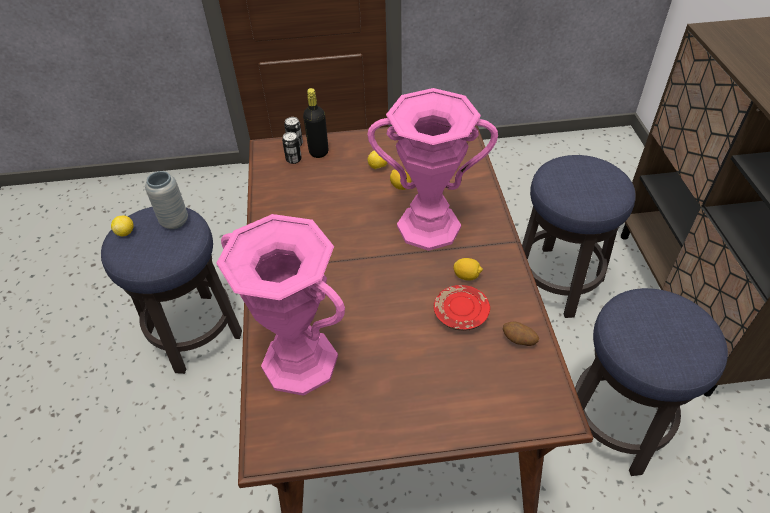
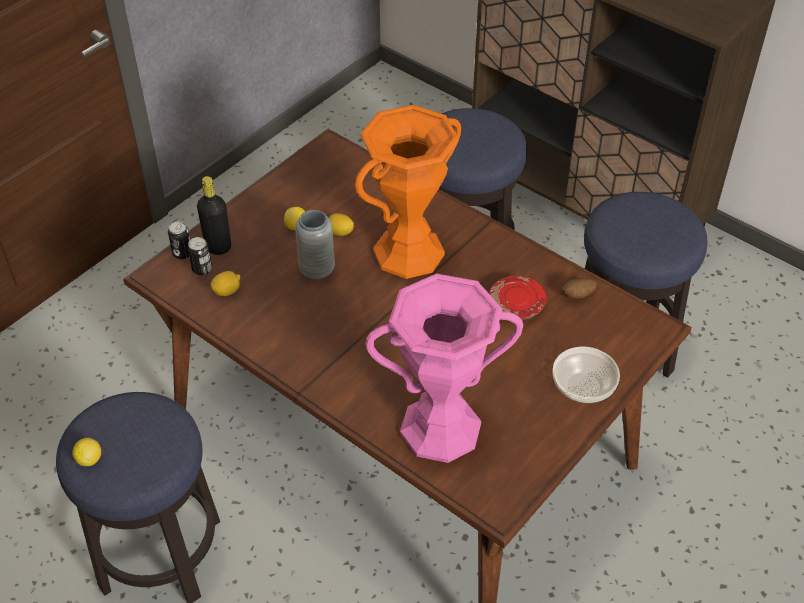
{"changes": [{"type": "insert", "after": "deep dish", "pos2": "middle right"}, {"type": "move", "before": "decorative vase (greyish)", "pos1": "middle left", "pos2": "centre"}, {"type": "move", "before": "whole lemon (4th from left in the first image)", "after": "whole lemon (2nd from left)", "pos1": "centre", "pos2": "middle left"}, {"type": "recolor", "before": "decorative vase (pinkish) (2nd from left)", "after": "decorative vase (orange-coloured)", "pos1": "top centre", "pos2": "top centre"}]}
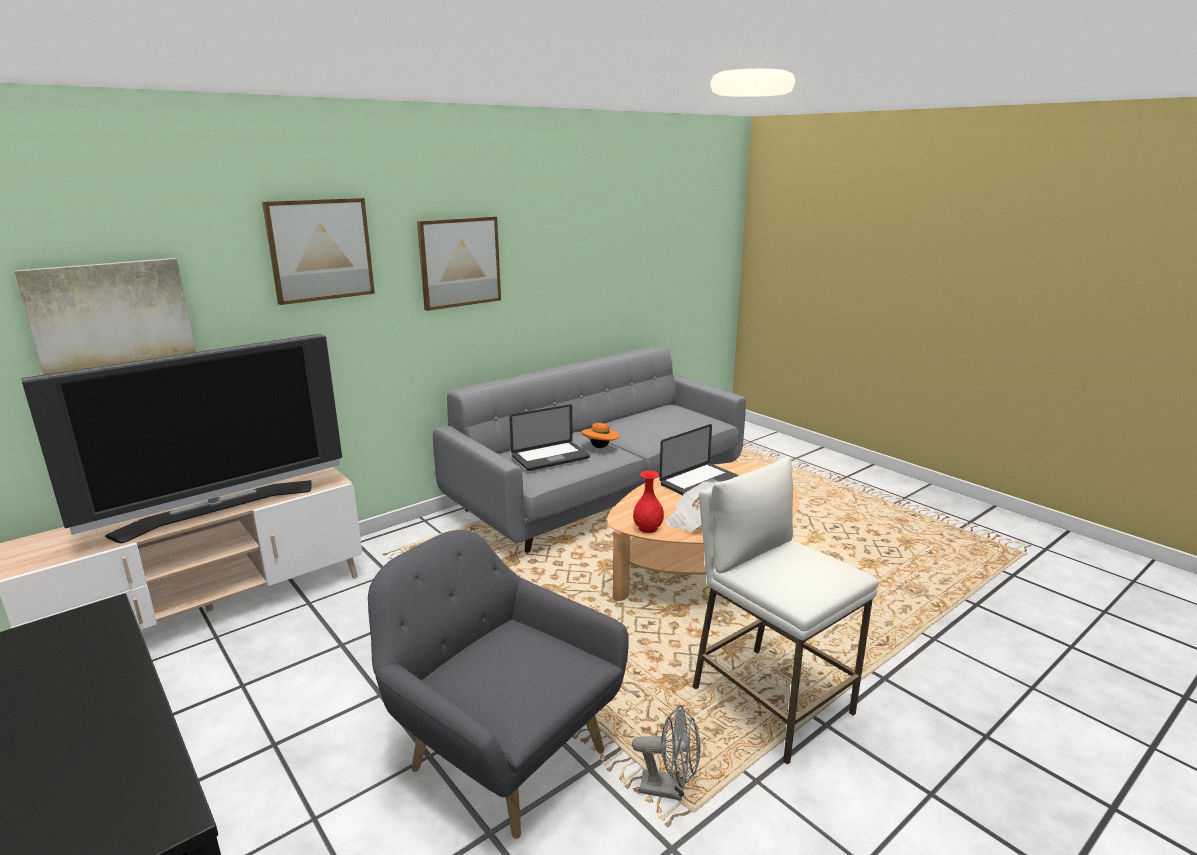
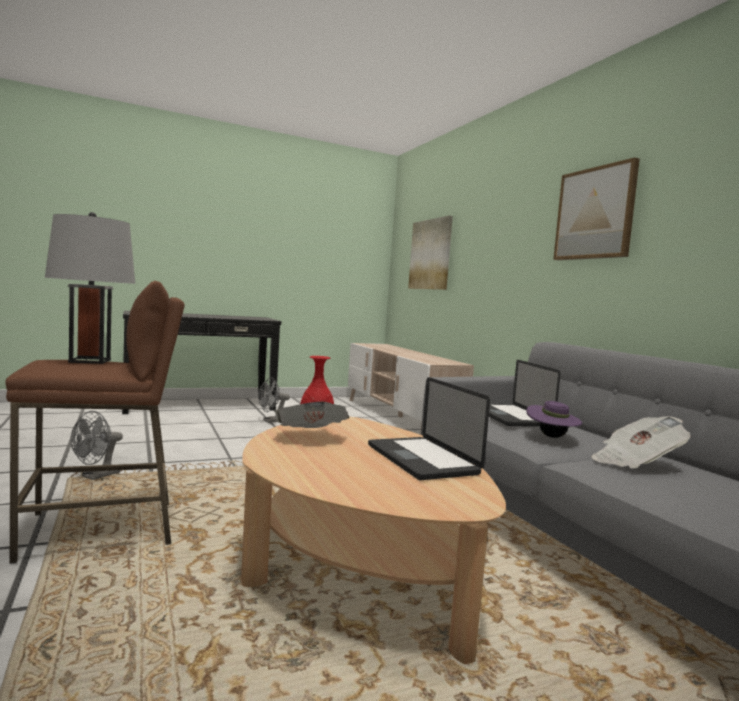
{"changes": [{"type": "delete", "before": "television", "pos1": "middle left"}, {"type": "delete", "before": "picture (2nd from left)", "pos1": "top left"}, {"type": "delete", "before": "armchair (greyish)", "pos1": "bottom centre"}, {"type": "insert", "after": "lamp for a table (greyish)", "pos2": "middle left"}, {"type": "insert", "after": "electric fan (greyish) (2nd from left)", "pos2": "centre"}, {"type": "insert", "after": "daily paper (2nd from left)", "pos2": "middle right"}, {"type": "recolor", "before": "hat (orange-coloured)", "after": "hat (purplish)", "pos1": "centre", "pos2": "middle right"}, {"type": "recolor", "before": "stool seat (whitish)", "after": "stool seat (brown-coloured)", "pos1": "bottom centre", "pos2": "middle left"}]}
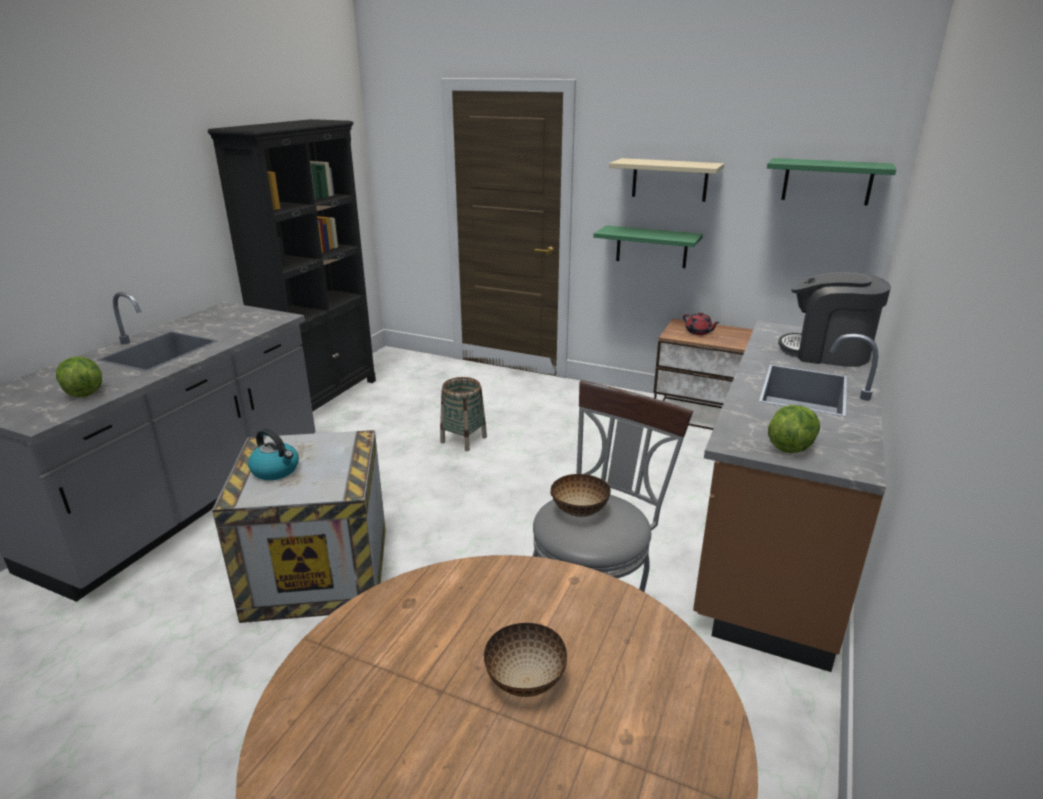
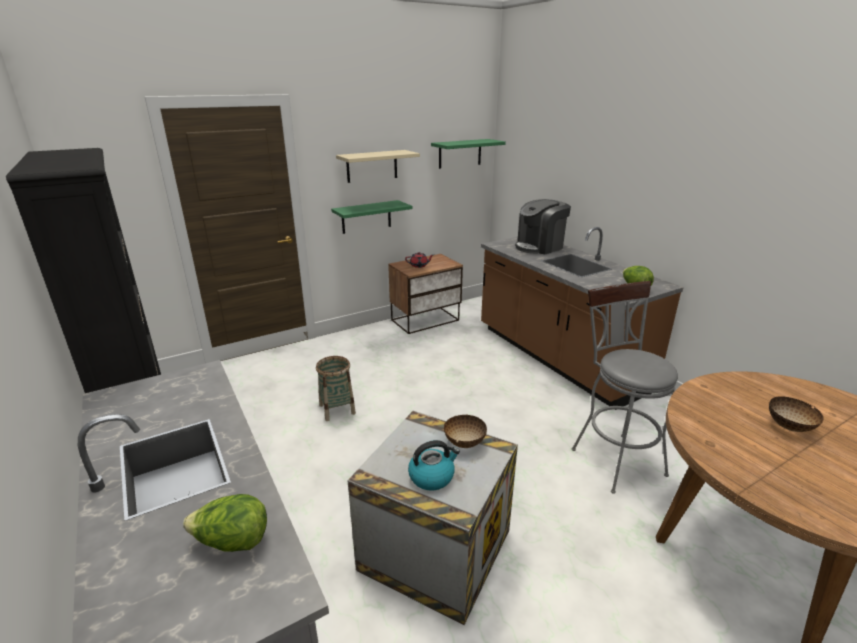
{"changes": [{"type": "move", "before": "deep dish (2nd from left in the first image)", "after": "deep dish (1st from left)", "pos1": "centre", "pos2": "bottom centre"}]}
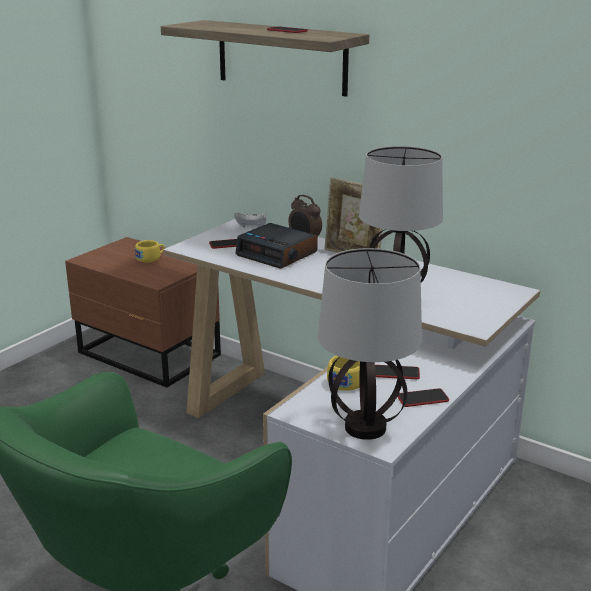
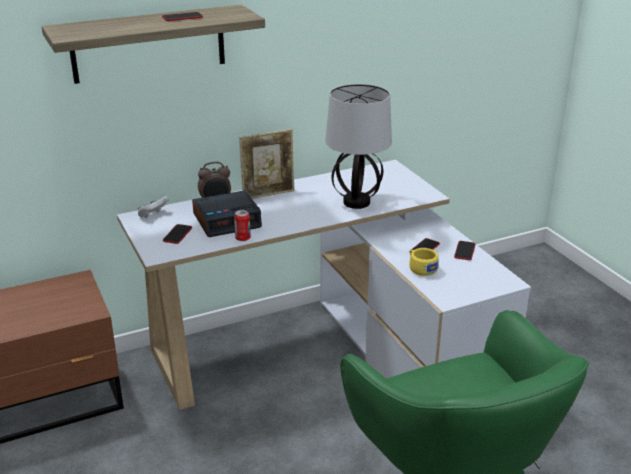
{"changes": [{"type": "delete", "before": "cup (yellow) (1st from left)", "pos1": "middle left"}, {"type": "delete", "before": "lamp for a table (1st from left)", "pos1": "centre"}, {"type": "insert", "after": "metal can", "pos2": "centre"}]}
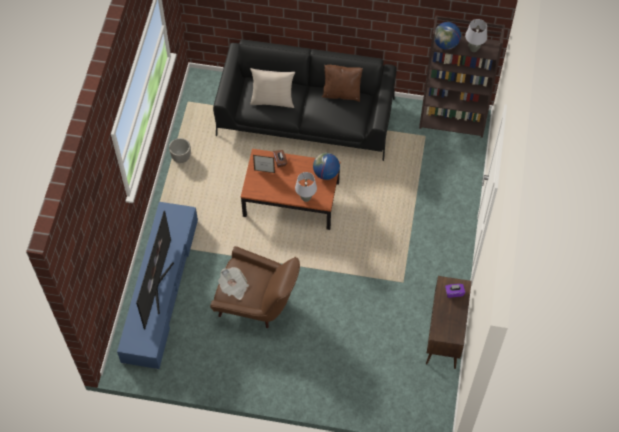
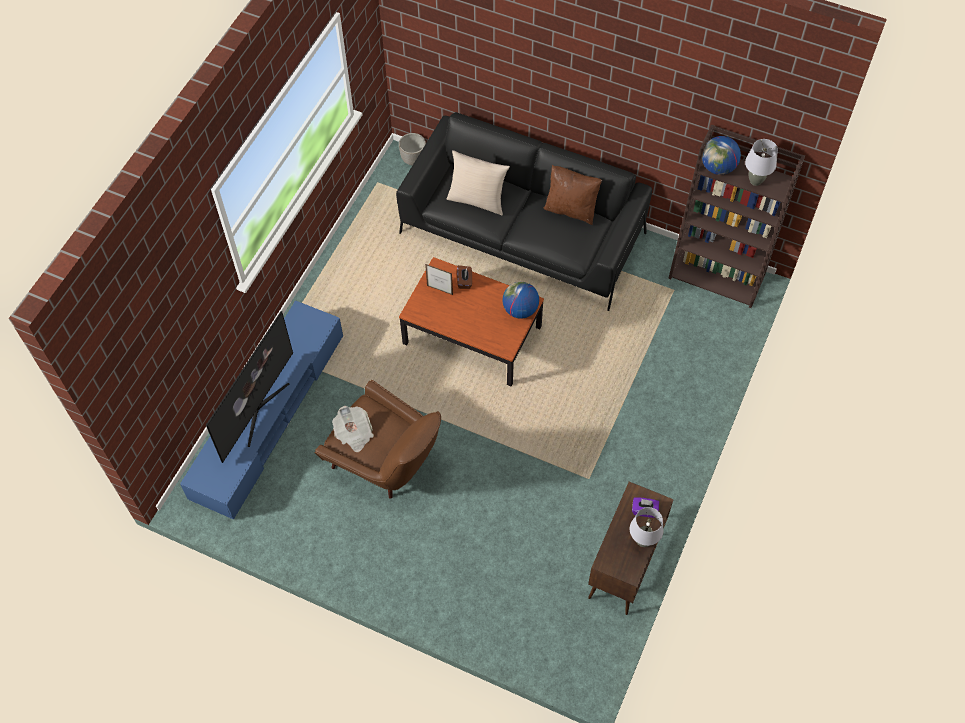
{"changes": [{"type": "move", "before": "planter", "pos1": "middle left", "pos2": "top centre"}, {"type": "move", "before": "lamp for a table (greyish) (1st from left)", "pos1": "centre", "pos2": "bottom right"}]}
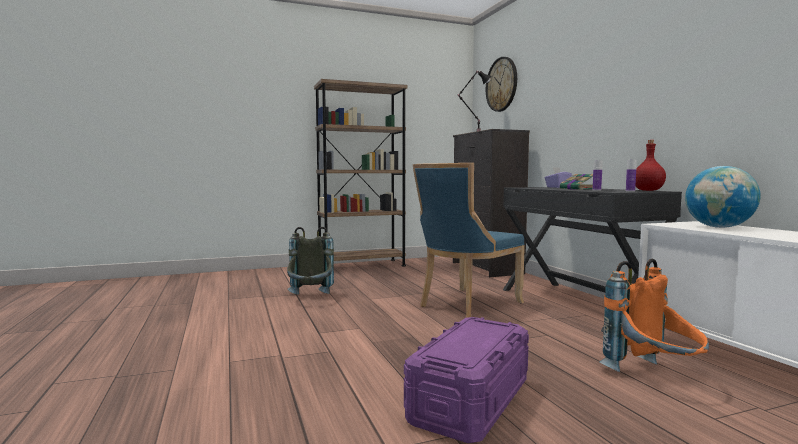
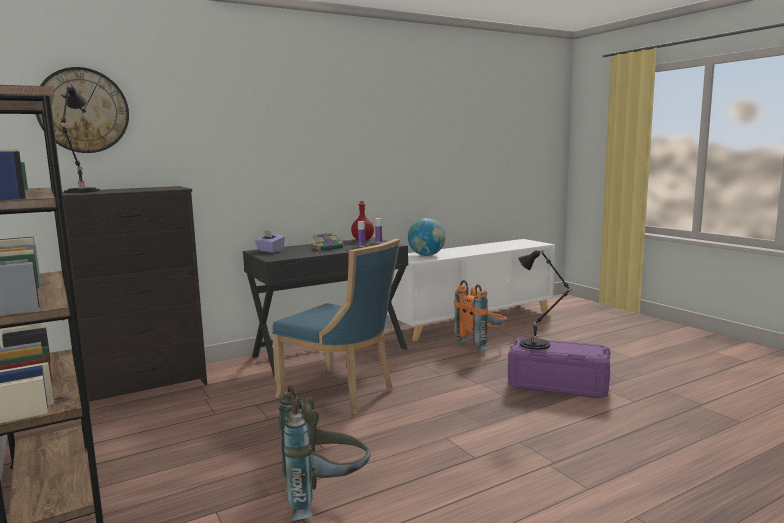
{"changes": [{"type": "insert", "after": "lamp for a table (black-coloured) (2nd from left)", "pos2": "middle right"}]}
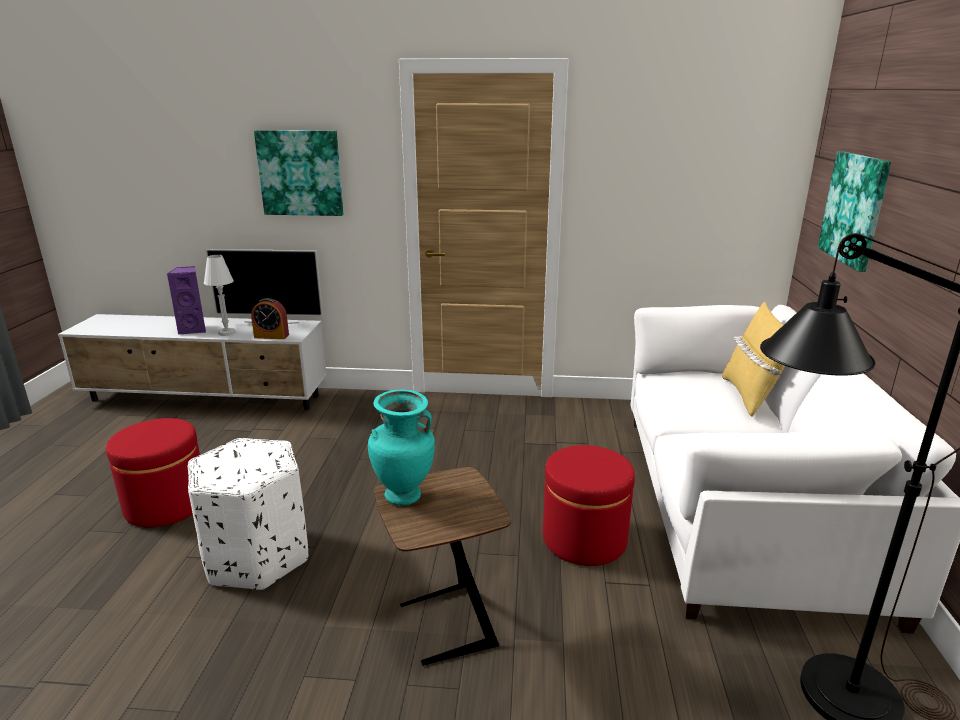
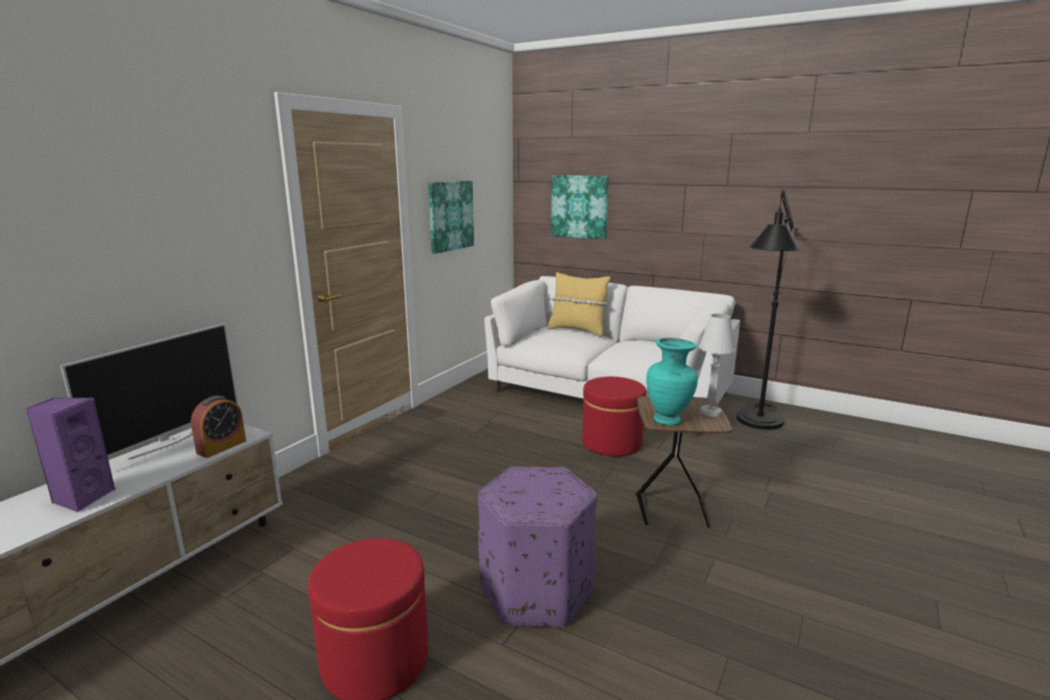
{"changes": [{"type": "move", "before": "lamp for a table (whitish)", "pos1": "middle left", "pos2": "middle right"}, {"type": "move", "before": "picture (1st from left)", "pos1": "top left", "pos2": "top centre"}, {"type": "recolor", "before": "ottoman (whitish)", "after": "ottoman (purplish)", "pos1": "bottom left", "pos2": "bottom centre"}]}
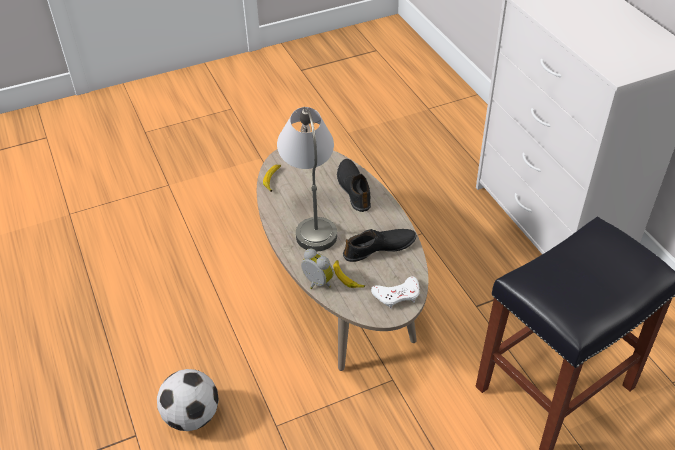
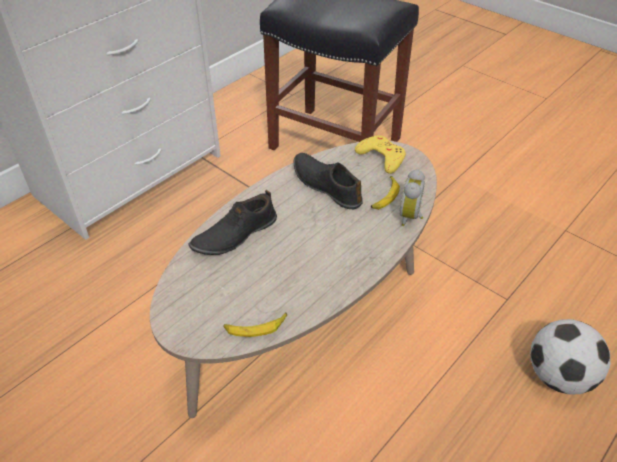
{"changes": [{"type": "delete", "before": "lamp for a table (greyish)", "pos1": "centre"}, {"type": "recolor", "before": "joypad (whitish)", "after": "joypad (yellow)", "pos1": "centre", "pos2": "centre"}]}
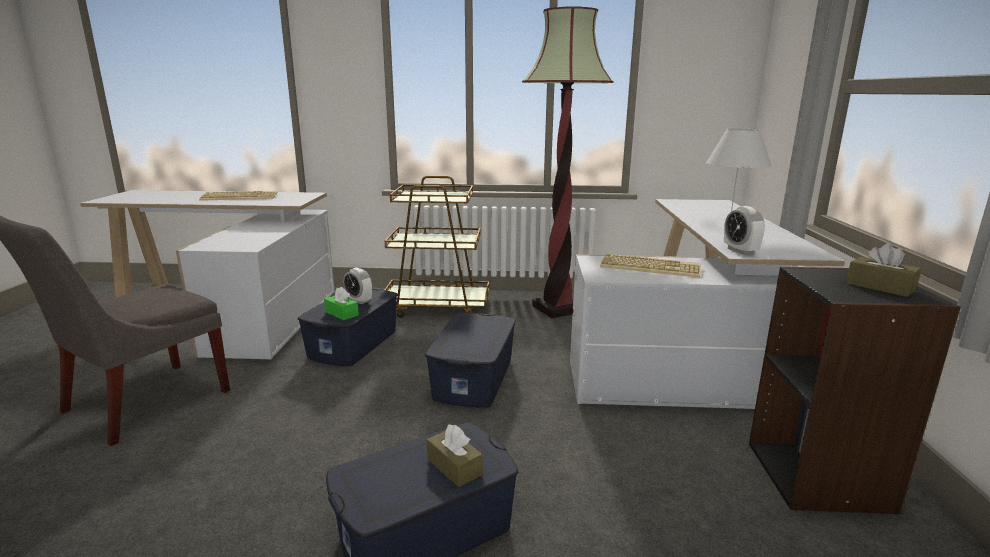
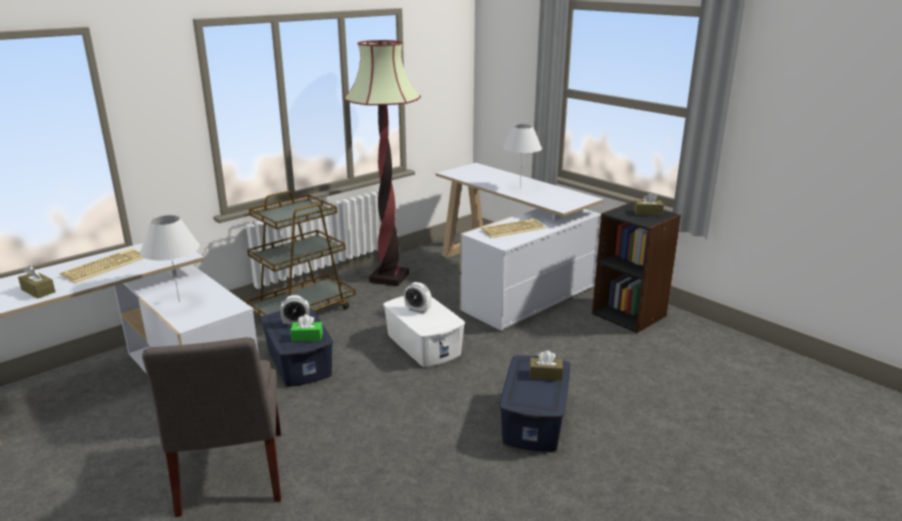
{"changes": [{"type": "insert", "after": "tissue holder (brown-coloured) (1st from left)", "pos2": "middle left"}, {"type": "insert", "after": "lamp for a table (whitish) (1st from left)", "pos2": "middle left"}, {"type": "move", "before": "alarm clock (2nd from left)", "pos1": "middle right", "pos2": "centre"}, {"type": "recolor", "before": "storage bin (bluish) (3rd from left)", "after": "storage bin (whitish)", "pos1": "centre", "pos2": "centre"}]}
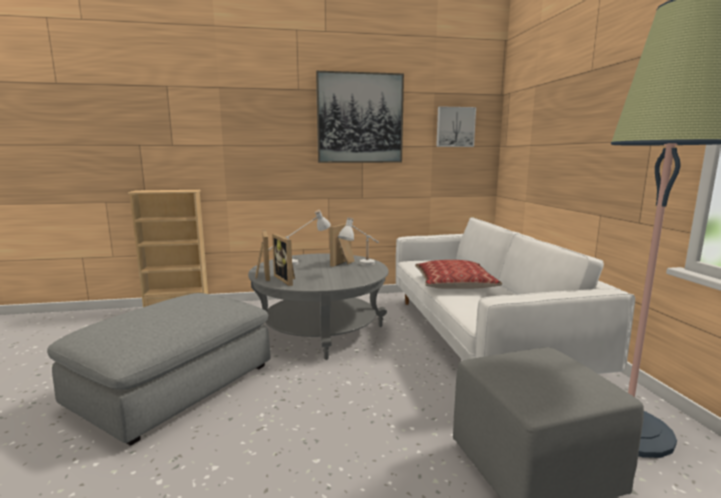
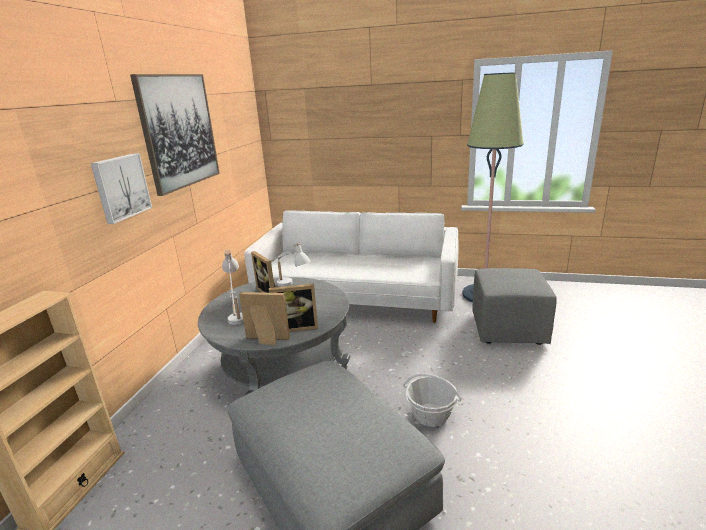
{"changes": [{"type": "delete", "before": "throw pillow", "pos1": "centre"}, {"type": "insert", "after": "basket", "pos2": "bottom centre"}, {"type": "move", "before": "picture (2nd from left in the first image)", "after": "picture (1st from left)", "pos1": "top centre", "pos2": "middle left"}]}
